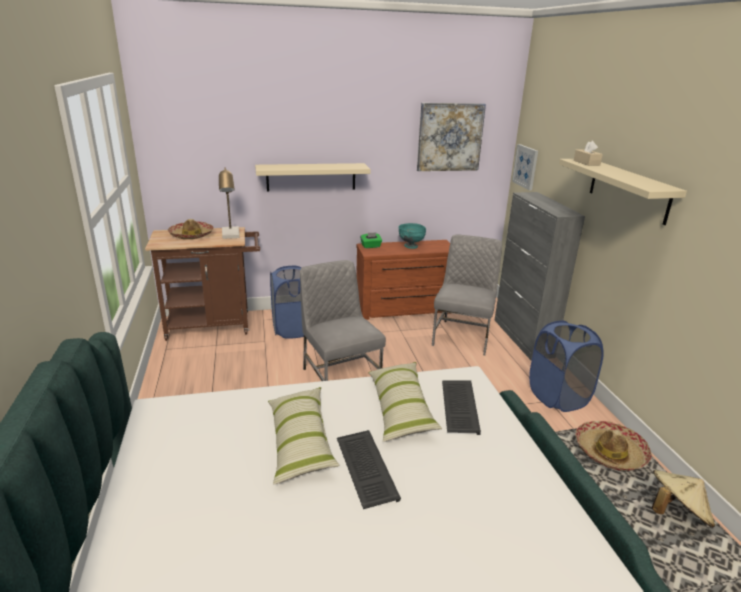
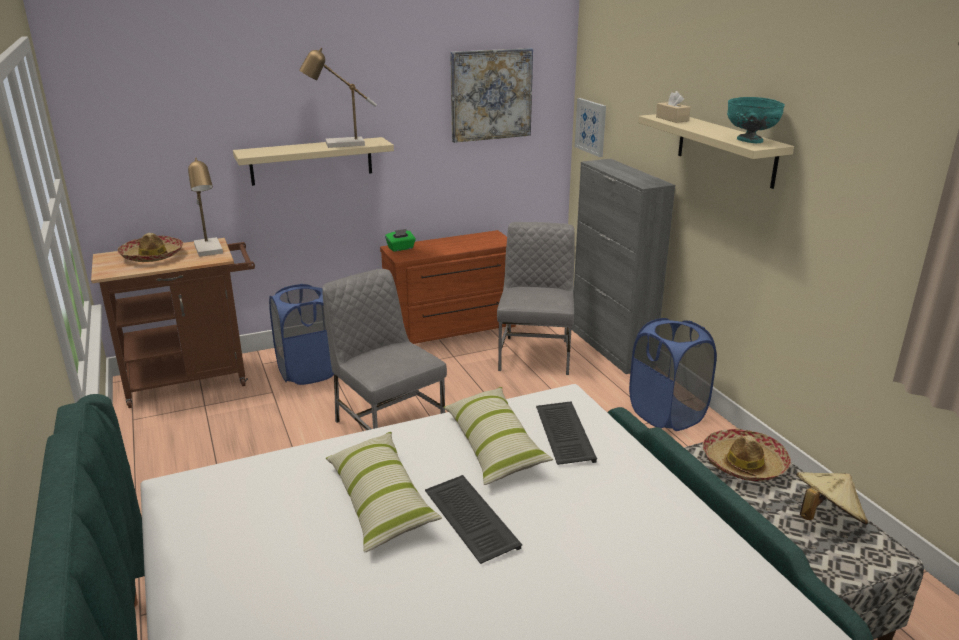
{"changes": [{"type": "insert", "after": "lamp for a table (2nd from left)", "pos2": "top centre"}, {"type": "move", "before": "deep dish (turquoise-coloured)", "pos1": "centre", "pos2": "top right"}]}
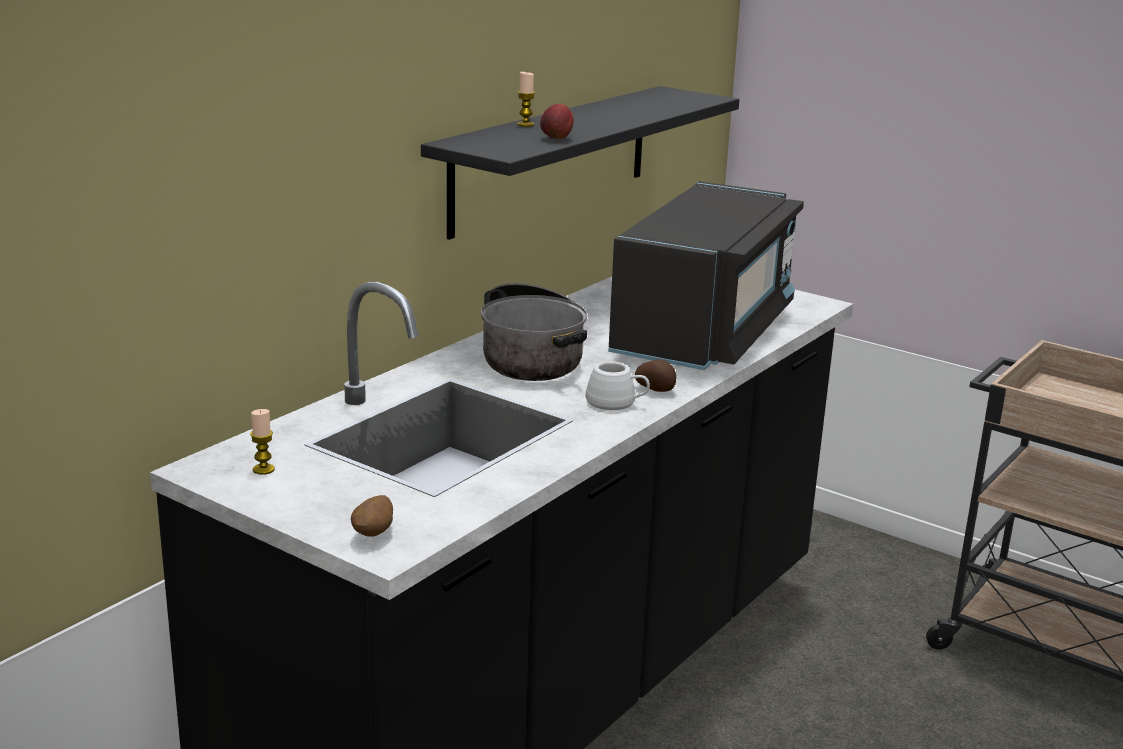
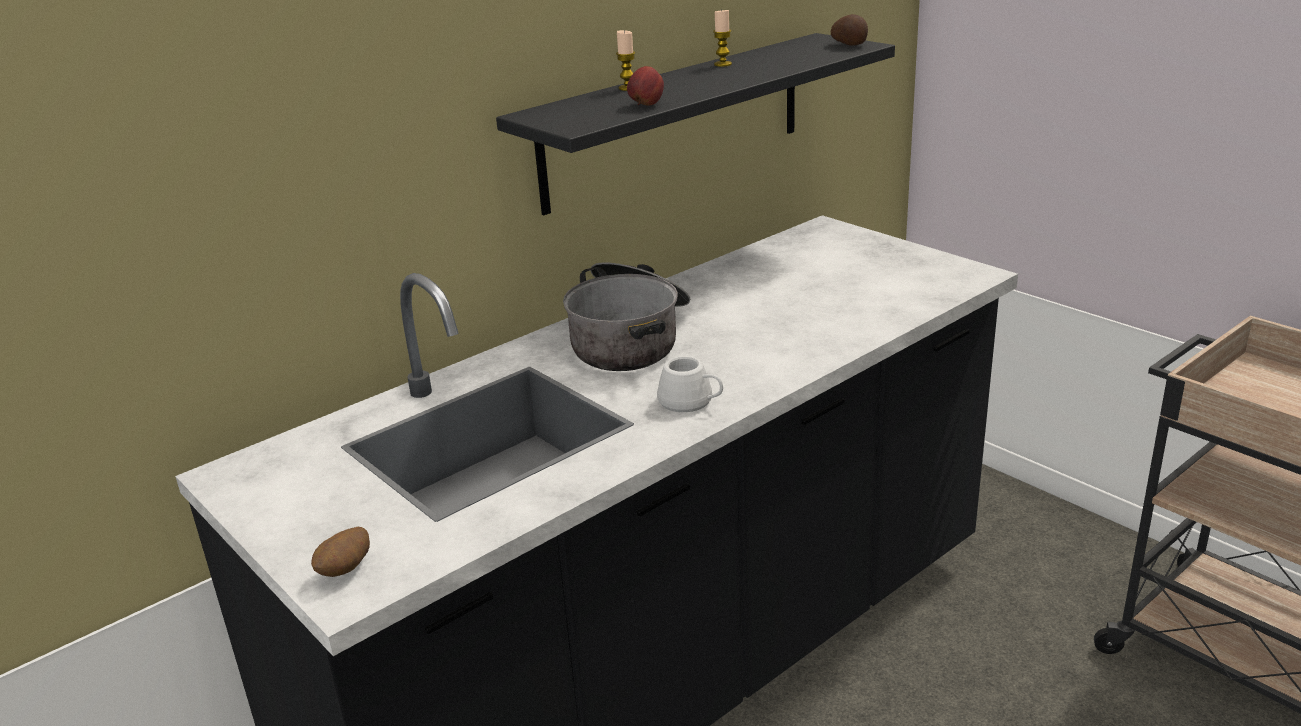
{"changes": [{"type": "delete", "before": "microwave (black-coloured)", "pos1": "centre"}, {"type": "move", "before": "candle (1st from left in the first image)", "after": "candle (2nd from left)", "pos1": "middle left", "pos2": "top centre"}, {"type": "move", "before": "potato (2nd from left)", "pos1": "centre", "pos2": "top centre"}]}
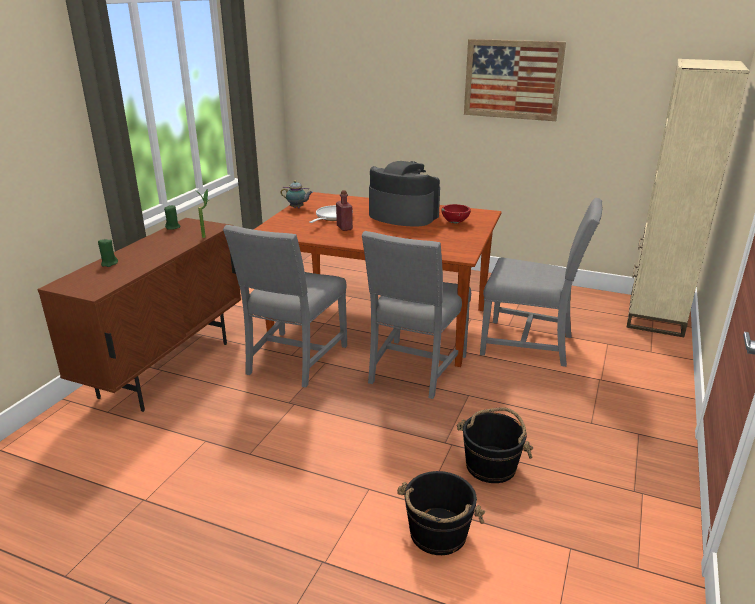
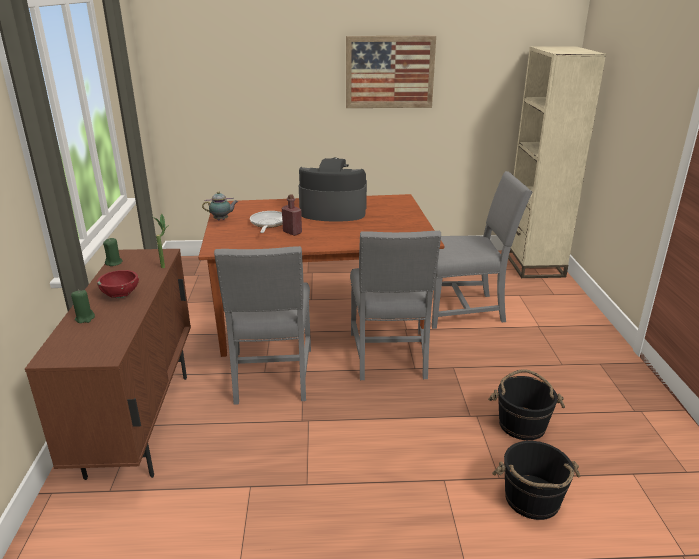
{"changes": [{"type": "move", "before": "deep dish (red)", "pos1": "centre", "pos2": "middle left"}]}
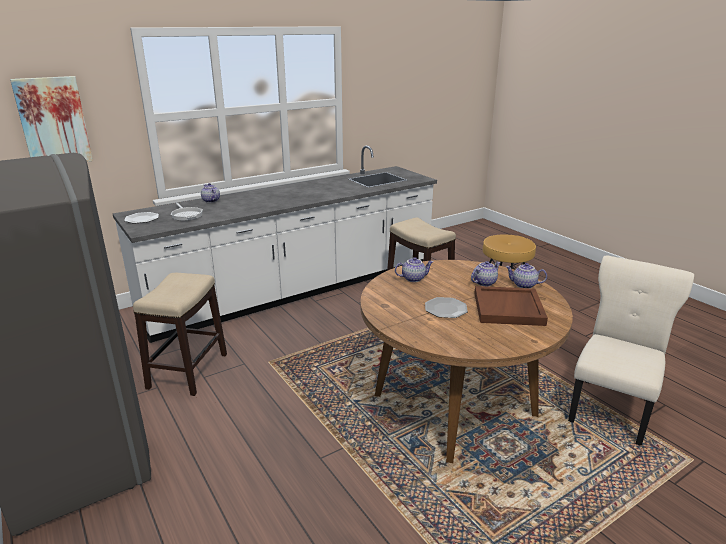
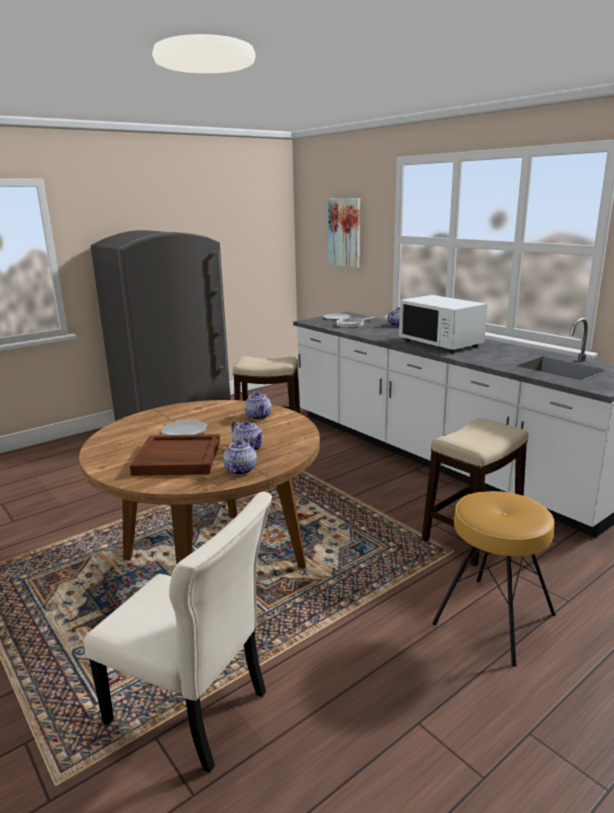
{"changes": [{"type": "insert", "after": "microwave (whitish)", "pos2": "middle right"}]}
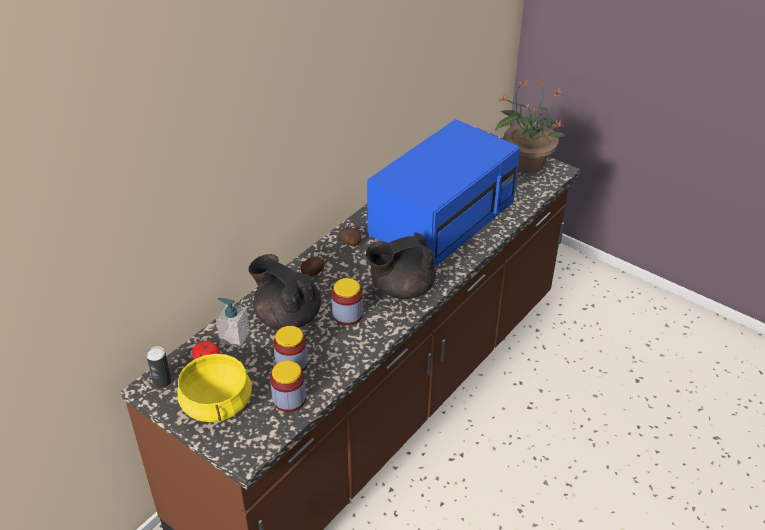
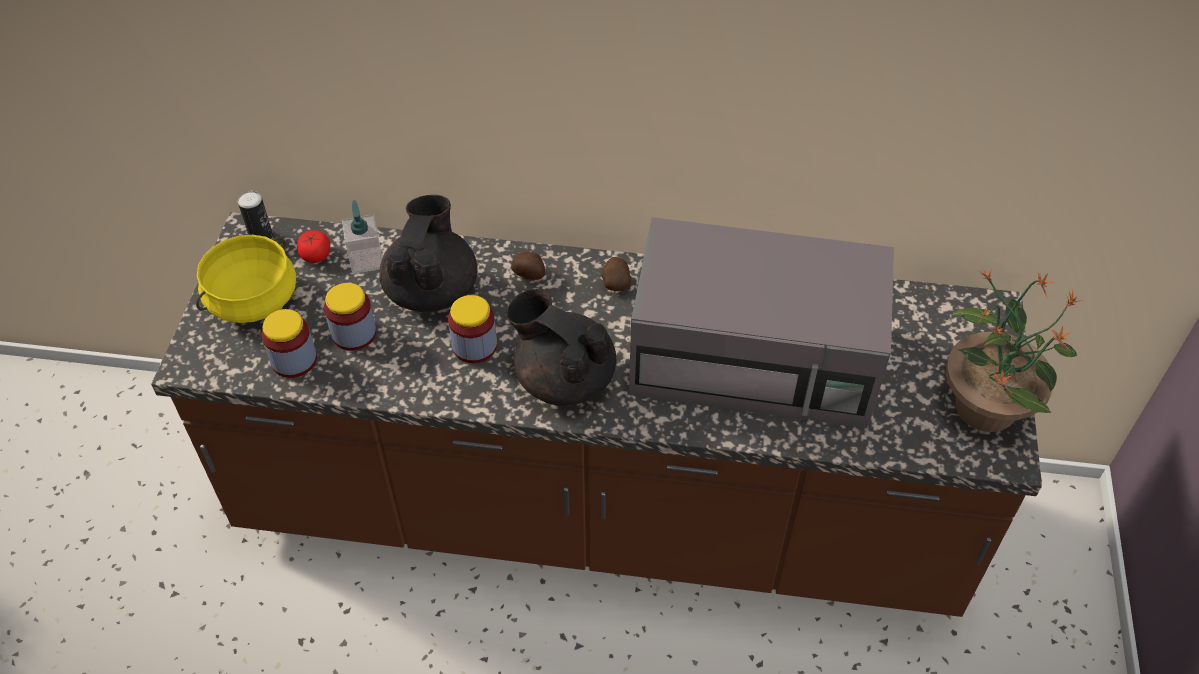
{"changes": [{"type": "recolor", "before": "microwave (bluish)", "after": "microwave (greyish)", "pos1": "centre", "pos2": "centre"}]}
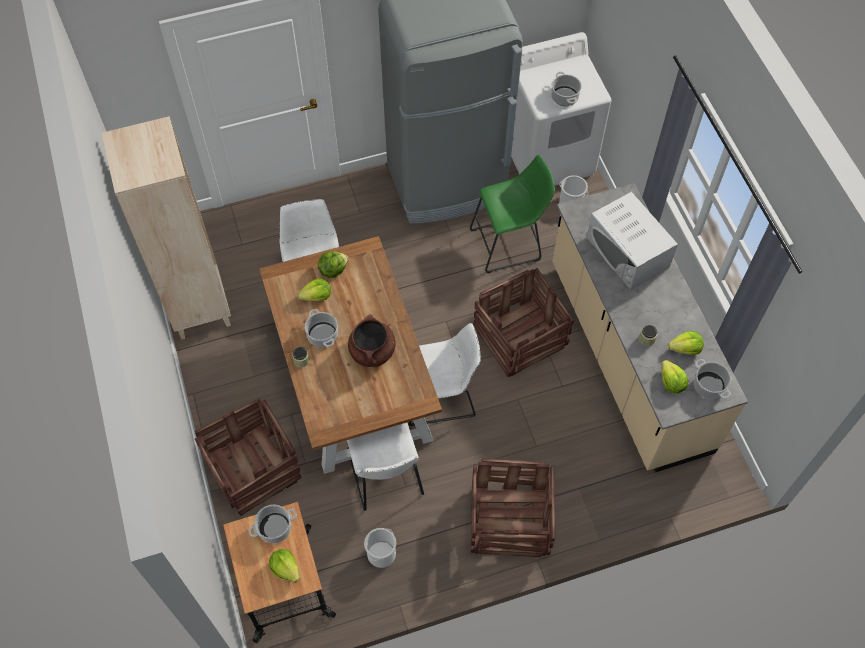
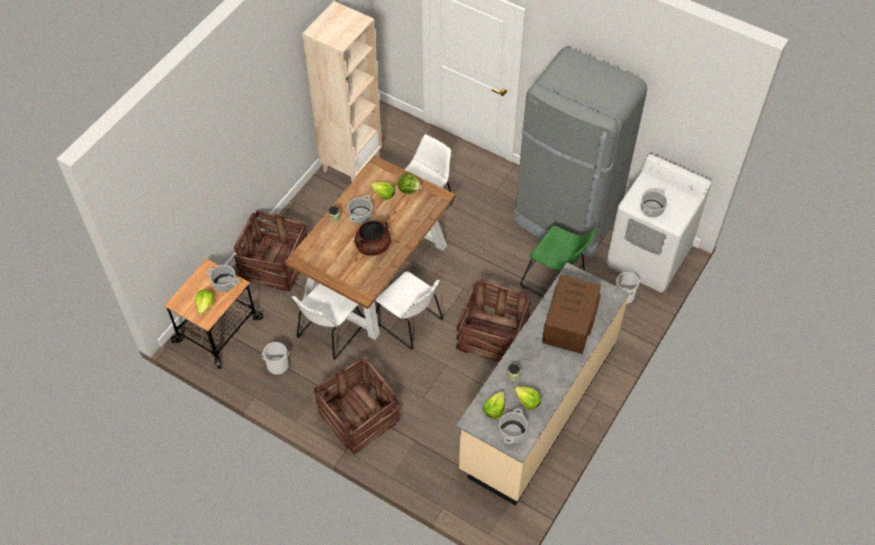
{"changes": [{"type": "recolor", "before": "microwave (whitish)", "after": "microwave (brown-coloured)", "pos1": "middle right", "pos2": "centre"}]}
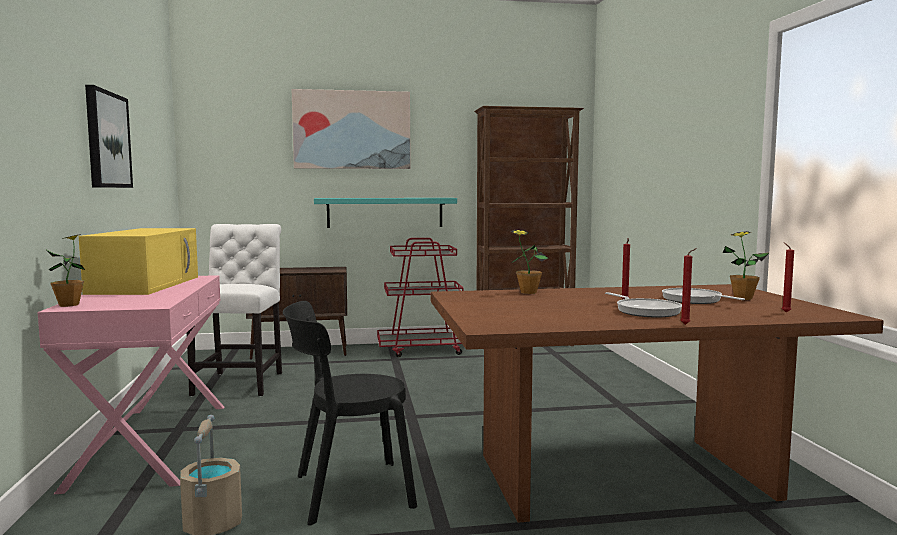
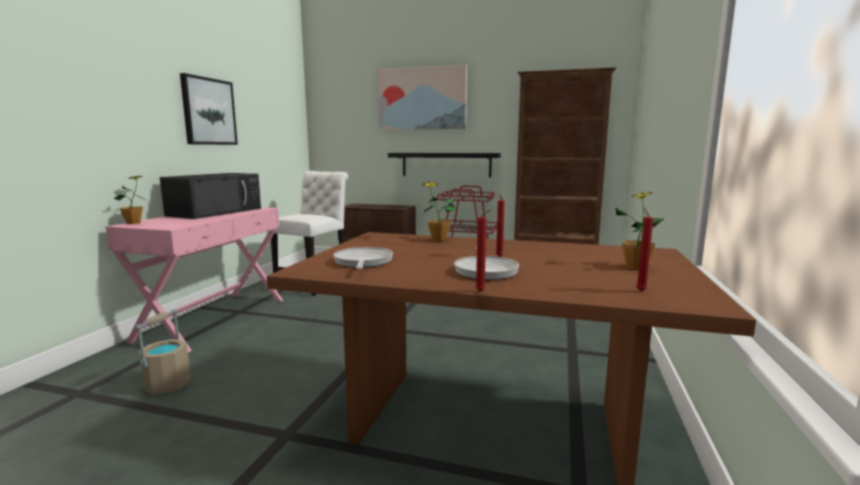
{"changes": [{"type": "delete", "before": "plain chair (black-coloured)", "pos1": "bottom centre"}, {"type": "move", "before": "skillet (2nd from left in the first image)", "after": "skillet (1st from left)", "pos1": "middle right", "pos2": "centre"}, {"type": "recolor", "before": "microwave (yellow)", "after": "microwave (black-coloured)", "pos1": "middle left", "pos2": "middle left"}, {"type": "recolor", "before": "bracket shelf (turquoise-coloured)", "after": "bracket shelf (black-coloured)", "pos1": "centre", "pos2": "centre"}]}
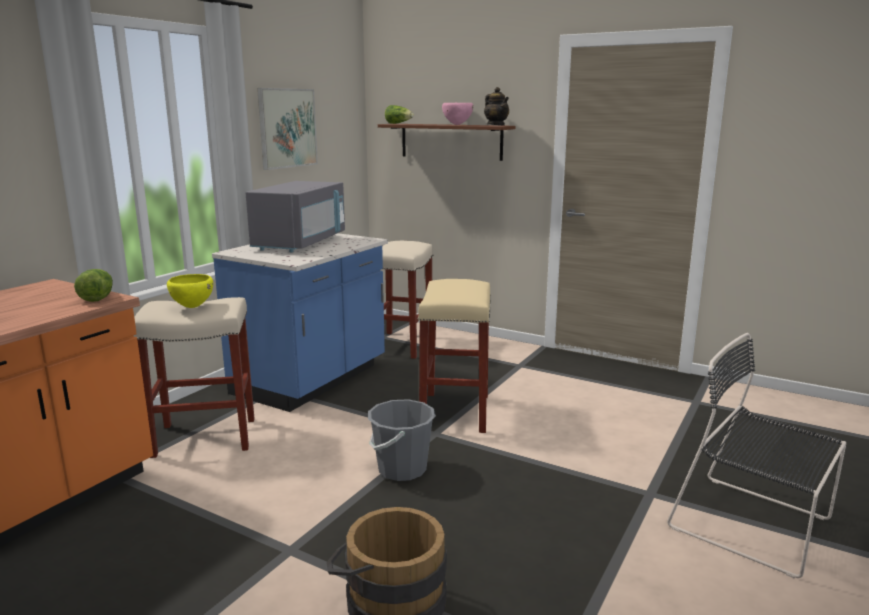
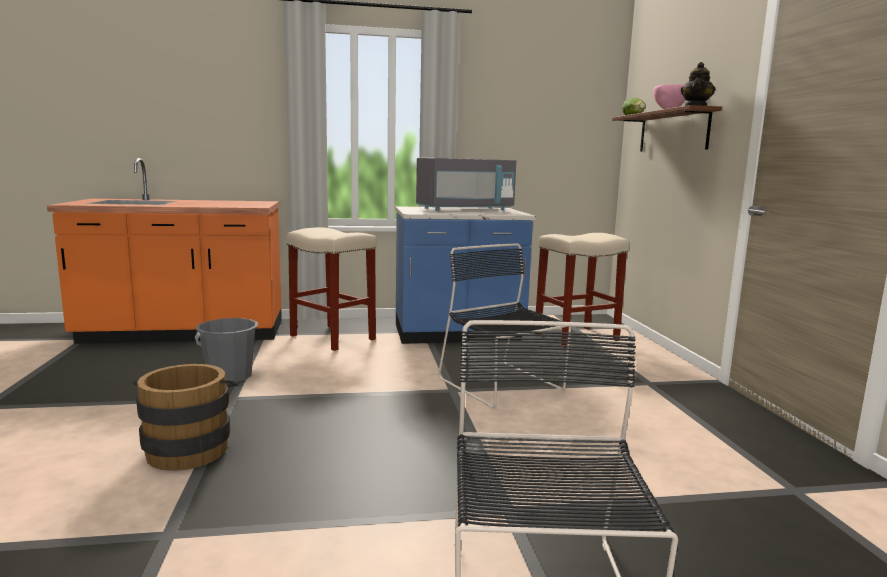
{"changes": [{"type": "delete", "before": "lettuce head (1st from left)", "pos1": "middle left"}, {"type": "delete", "before": "deep dish (yellow)", "pos1": "middle left"}, {"type": "delete", "before": "picture", "pos1": "top left"}, {"type": "move", "before": "bucket (greyish)", "pos1": "bottom centre", "pos2": "middle left"}, {"type": "replace", "before": "stool seat (beige) (3rd from left)", "after": "plain chair (black-coloured) (1st from left)", "pos1": "centre", "pos2": "centre"}]}
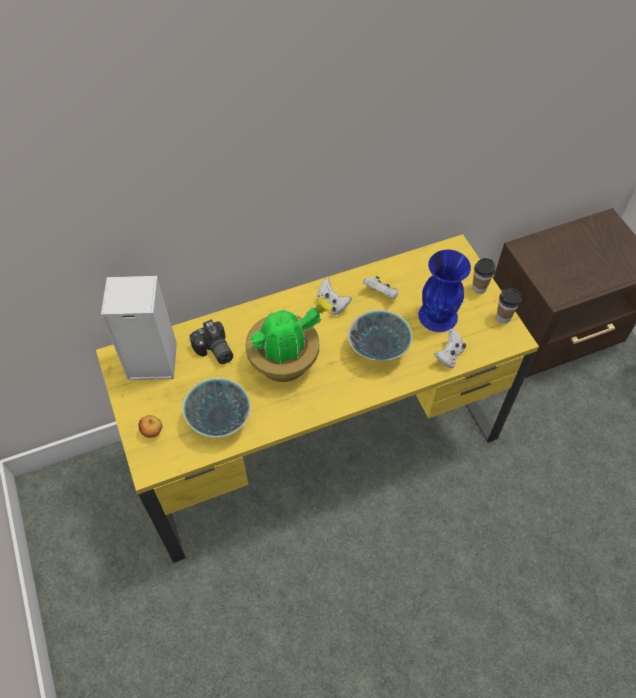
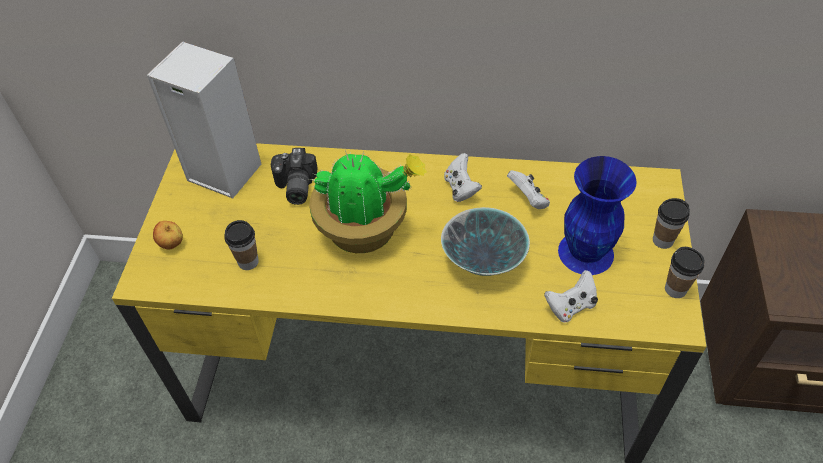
{"changes": [{"type": "replace", "before": "deep dish (1st from left)", "after": "cup (1st from left)", "pos1": "centre", "pos2": "middle left"}]}
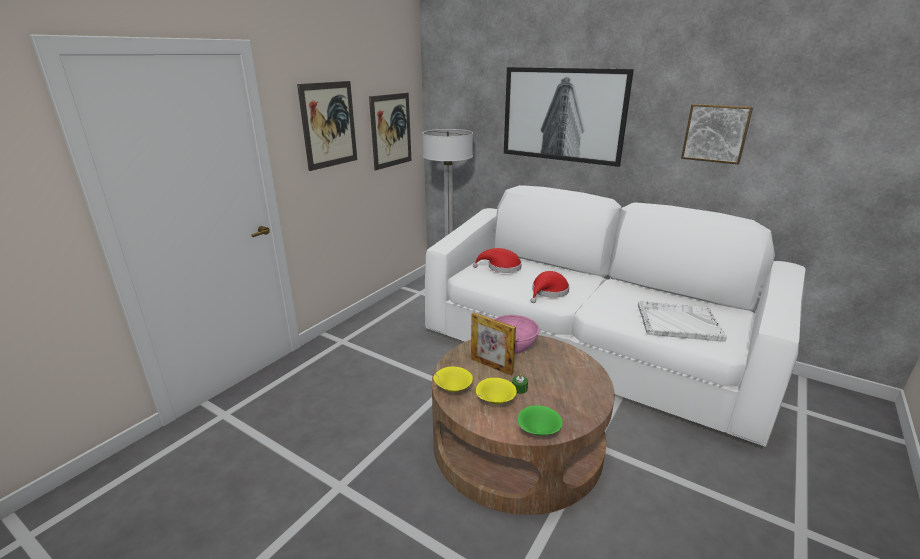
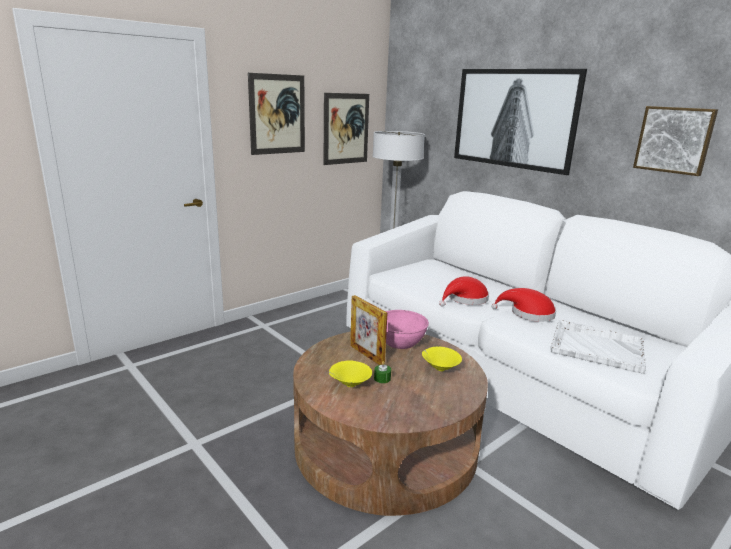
{"changes": [{"type": "delete", "before": "deep dish (greenish)", "pos1": "bottom centre"}, {"type": "move", "before": "deep dish (yellow) (1st from left in the first image)", "after": "deep dish (yellow) (2nd from left)", "pos1": "bottom centre", "pos2": "centre"}, {"type": "move", "before": "hat (red) (1st from left in the first image)", "after": "hat (red) (2nd from left)", "pos1": "centre", "pos2": "middle right"}]}
